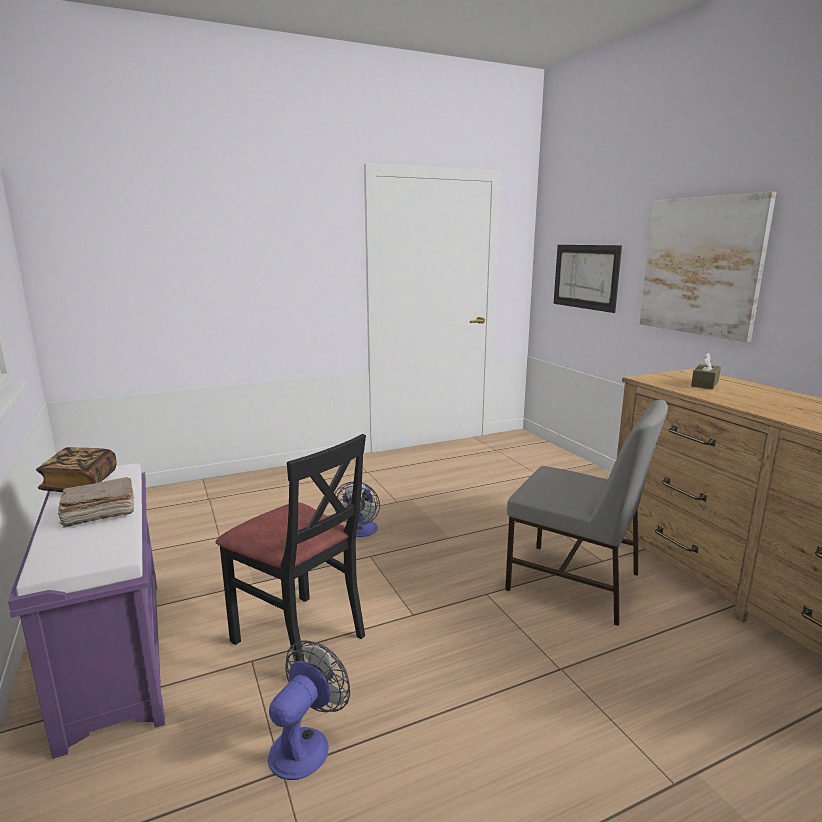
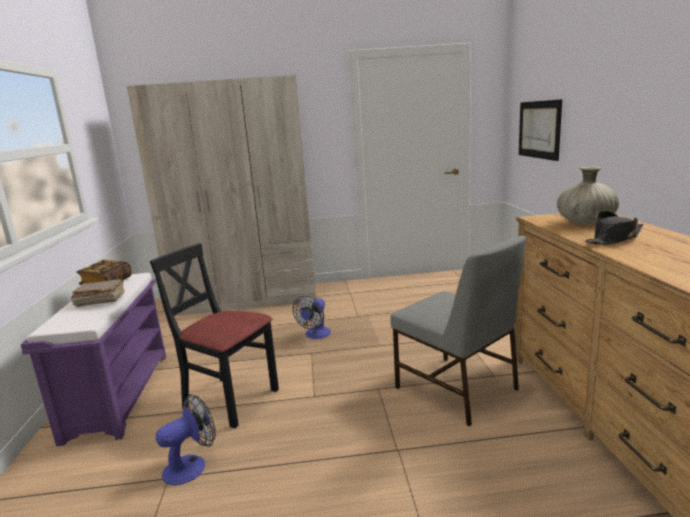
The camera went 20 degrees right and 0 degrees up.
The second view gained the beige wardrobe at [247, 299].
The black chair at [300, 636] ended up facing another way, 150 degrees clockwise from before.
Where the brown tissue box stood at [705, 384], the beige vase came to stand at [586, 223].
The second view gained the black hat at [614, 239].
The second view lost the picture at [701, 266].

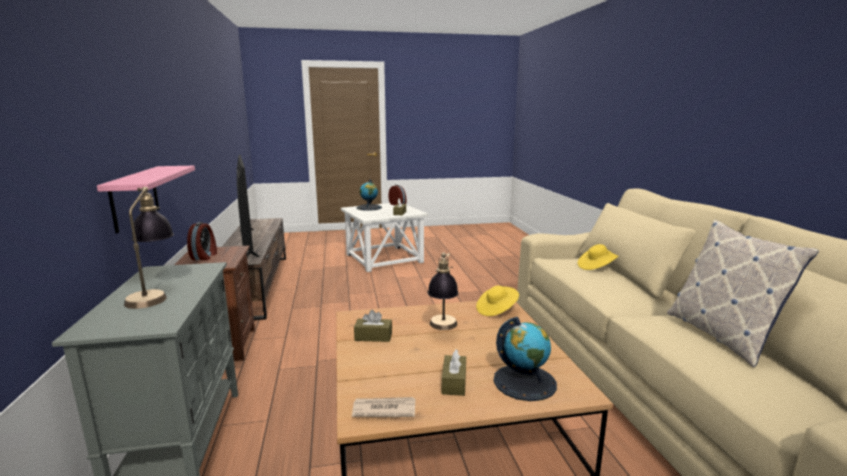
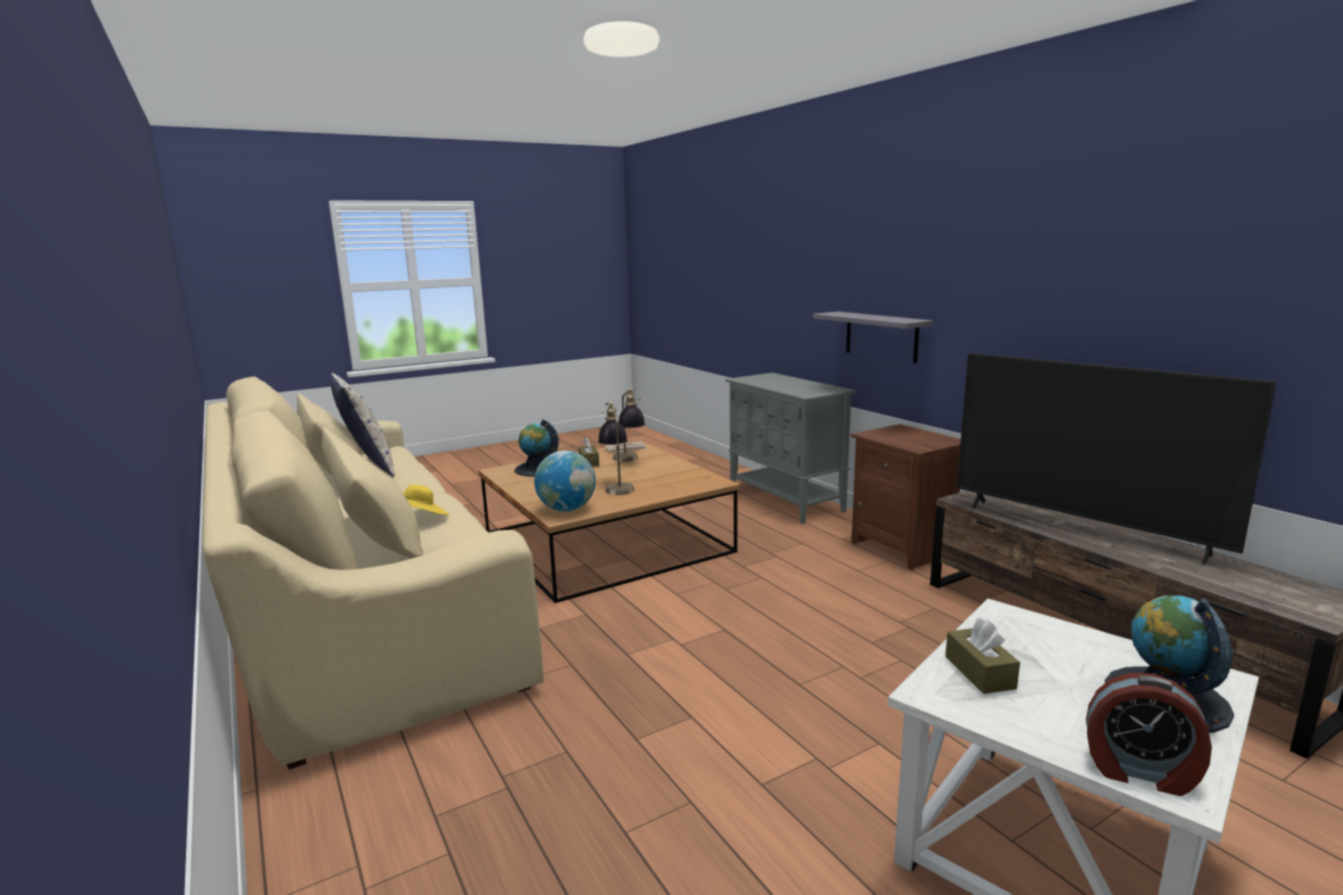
The camera went 160 degrees right and 0 degrees up.
Where the yellow hat stood at [496, 310], the globe came to stand at [567, 509].
The table lamp ended up elsewhere, having gone from [154, 294] to [629, 461].
What was the pink shelf at [135, 197] turned into the grey shelf at [881, 336].
The second view lost the alarm clock at [205, 256].
The second view lost the brown tissue box at [373, 337].

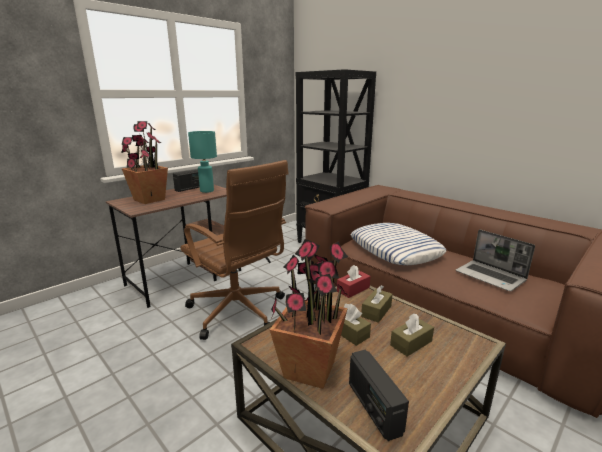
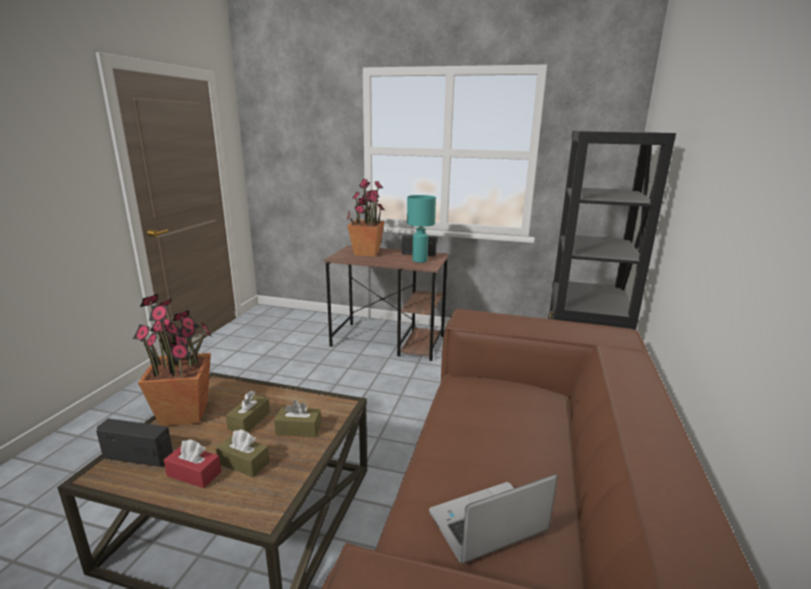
The camera went 60 degrees right and 0 degrees up.
The radio at [373, 407] ended up facing another way, 60 degrees clockwise from before.
The red tissue box ended up elsewhere, having gone from [353, 289] to [194, 474].
The laptop at [491, 276] ended up facing another way, 45 degrees clockwise from before.
The second view lost the brown office chair at [238, 312].
The second view lost the pillow at [395, 250].

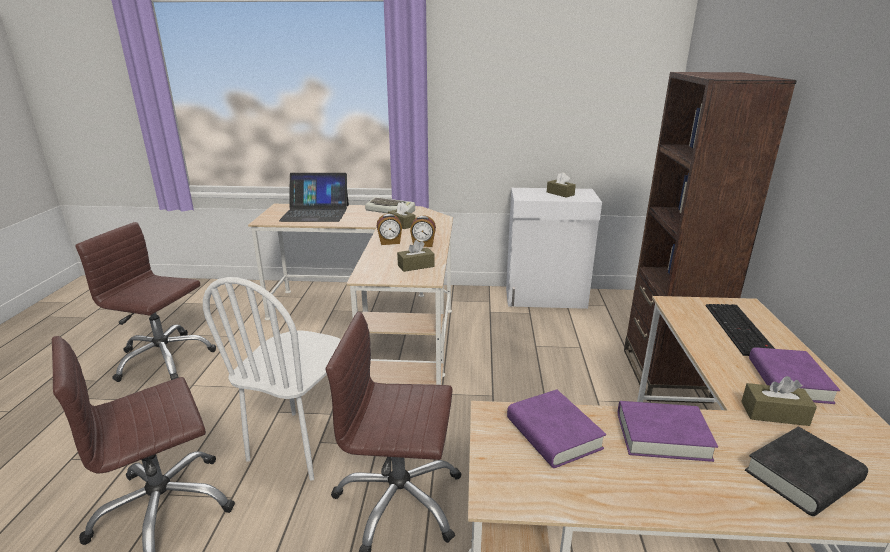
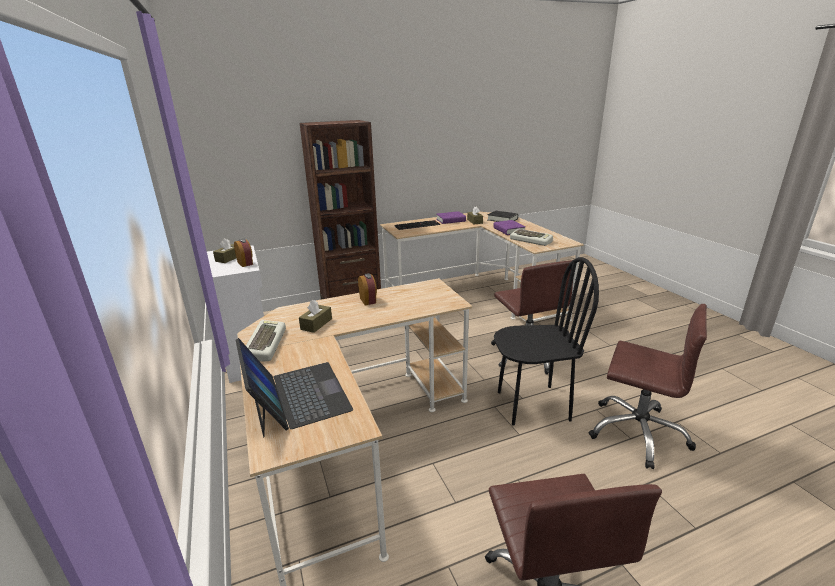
The camera went 115 degrees left and 0 degrees up.
The alarm clock ended up elsewhere, having gone from [390, 242] to [245, 263].
What was the white chair at [301, 444] turned into the black chair at [532, 405].
Where the purple book stood at [553, 434], the keyboard came to stand at [531, 240].
The second view lost the brown tissue box at [416, 266].

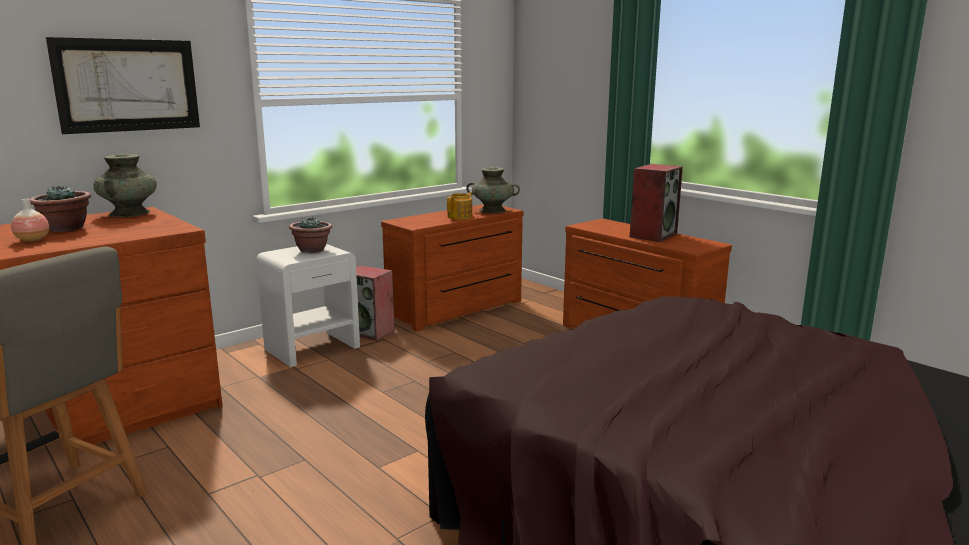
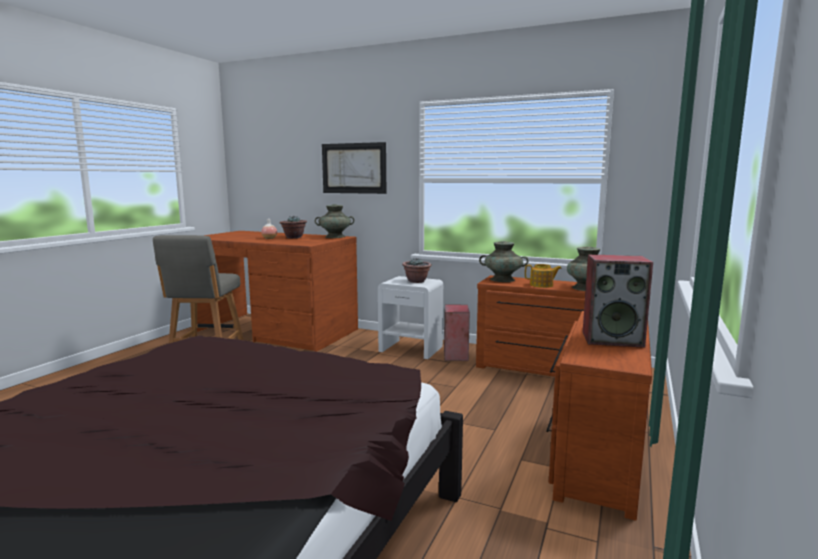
The camera went 65 degrees right and 5 degrees down.
The second view gained the turquoise vase at [503, 279].

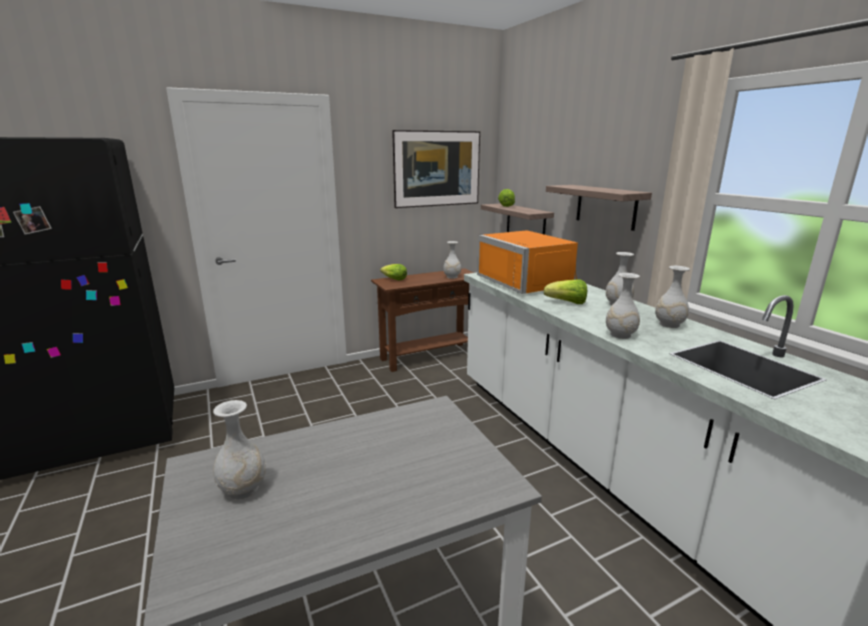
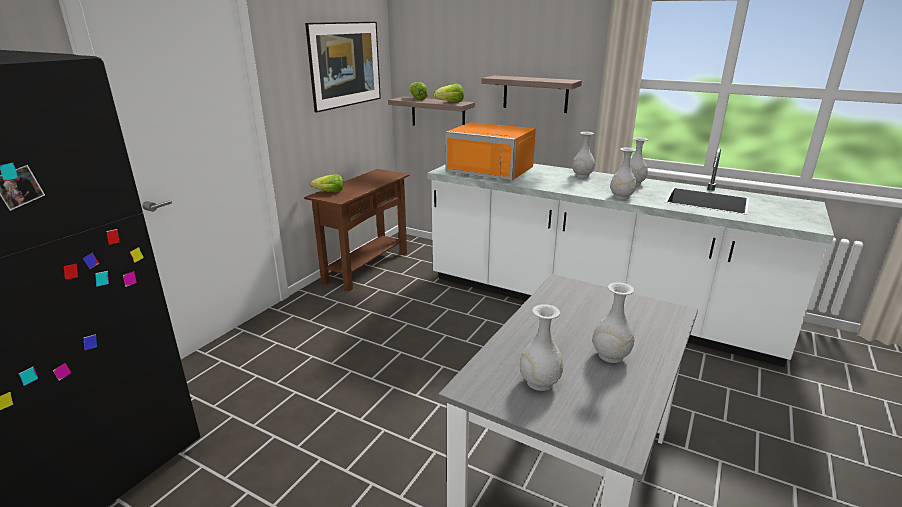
The camera went 35 degrees left and 5 degrees up.
The lettuce ended up elsewhere, having gone from [567, 303] to [450, 102].
The white vase ended up elsewhere, having gone from [451, 277] to [610, 356].

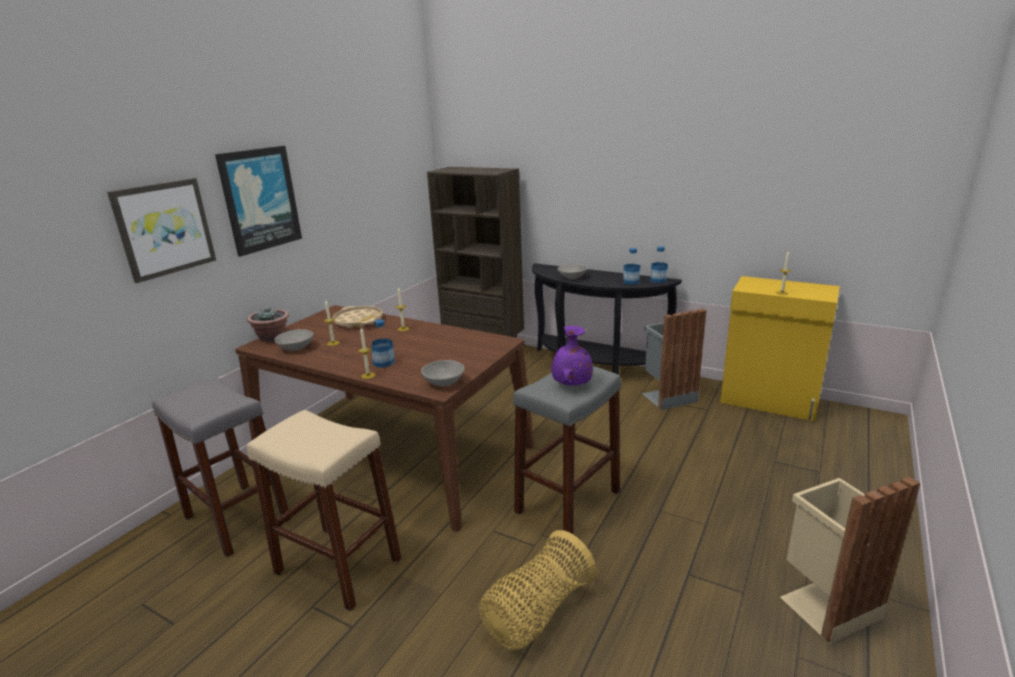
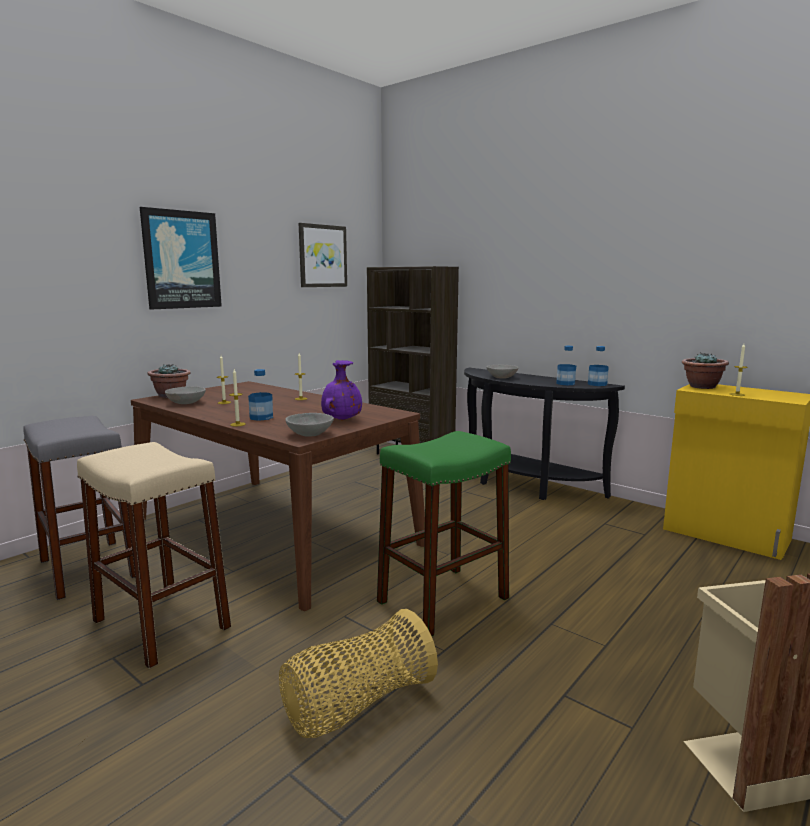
The camera went 10 degrees right and 10 degrees down.
The picture ended up elsewhere, having gone from [164, 228] to [322, 256].
The purple vase ended up elsewhere, having gone from [571, 384] to [341, 420].
What was the grey stool at [568, 501] turned into the green stool at [443, 600].
The second view gained the potted plant at [702, 387].
The second view lost the beige tray at [358, 321].
The second view lost the grey trash can at [667, 396].

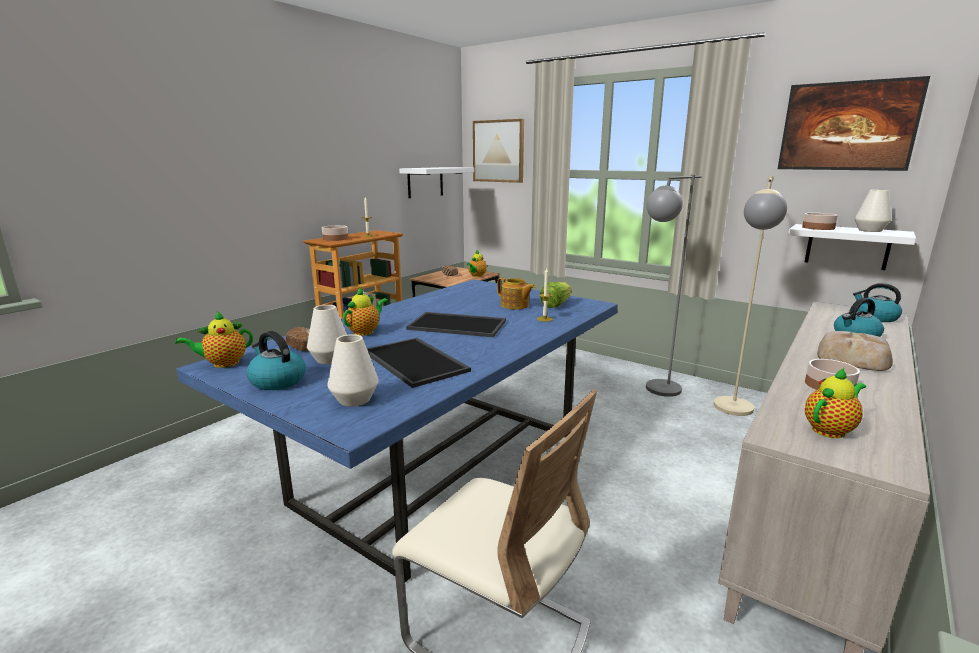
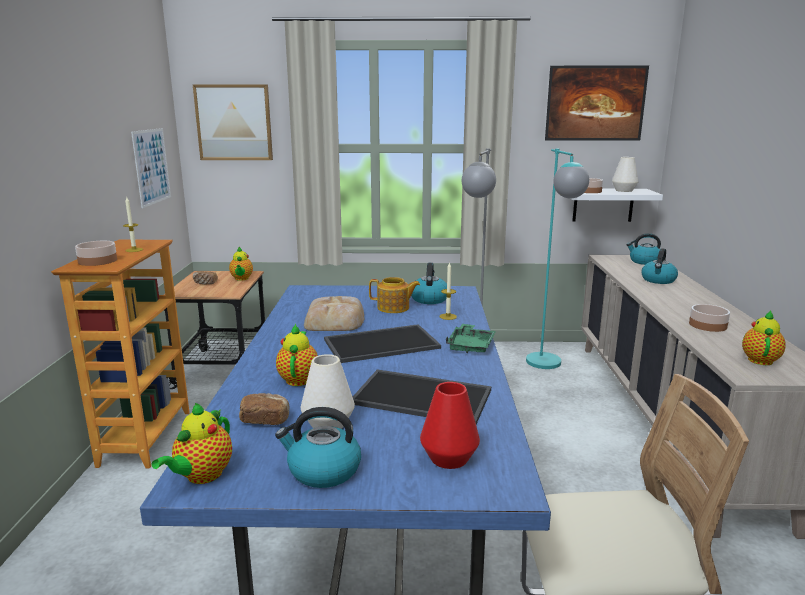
The camera went 35 degrees left and 0 degrees up.
Where the white shelf hung at [425, 182], the picture came to hang at [152, 166].
The bread ended up elsewhere, having gone from [853, 357] to [335, 320].
Where the lettuce stood at [556, 305], the kettle came to stand at [429, 299].
What was the white vase at [355, 399] turned into the red vase at [449, 458].
The second view gained the green tray at [470, 346].
What was the beige floor lamp at [732, 413] turned into the turquoise floor lamp at [548, 367].

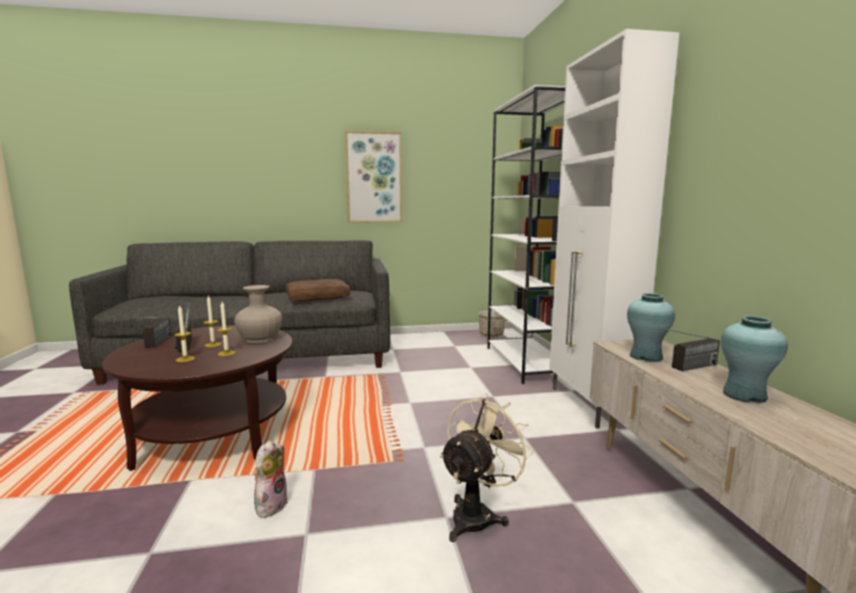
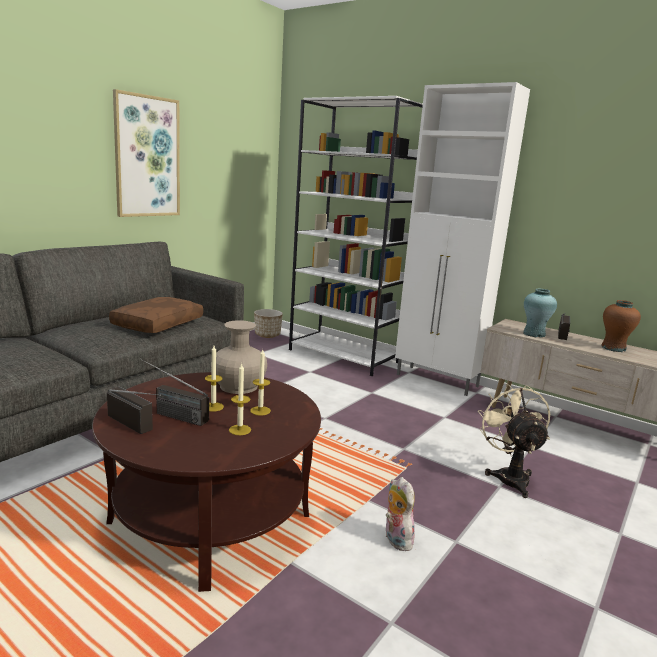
The camera went 45 degrees left and 5 degrees up.
What was the turquoise vase at [745, 395] turned into the brown vase at [613, 348].

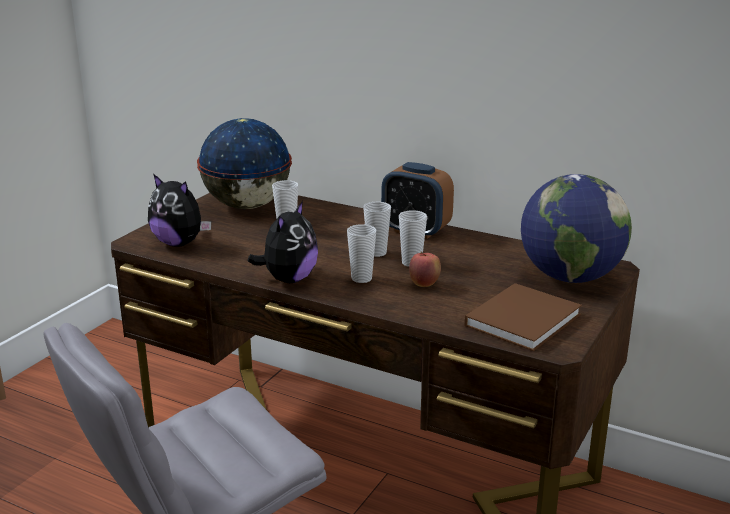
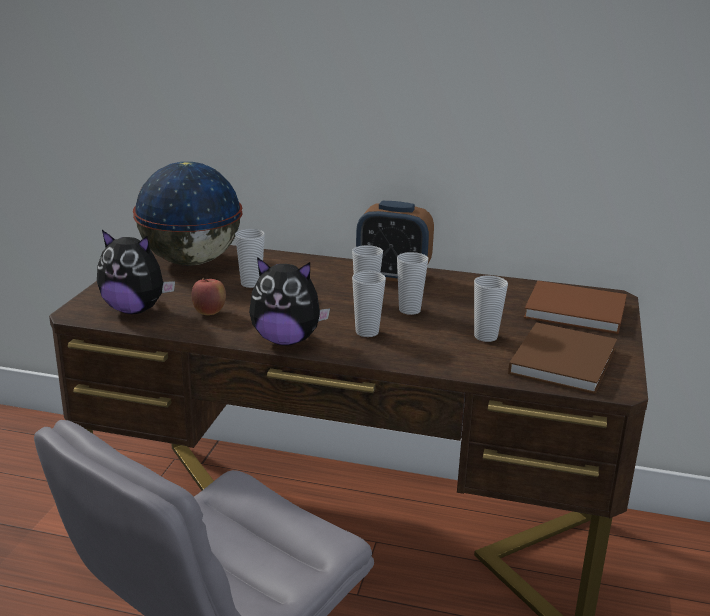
The camera went 15 degrees left and 0 degrees up.
The apple ended up elsewhere, having gone from [424, 284] to [209, 313].
The plush toy at [288, 279] ended up facing another way, 90 degrees clockwise from before.
The second view gained the cup at [485, 337].
Where the globe stood at [570, 277], the brown book came to stand at [578, 311].

